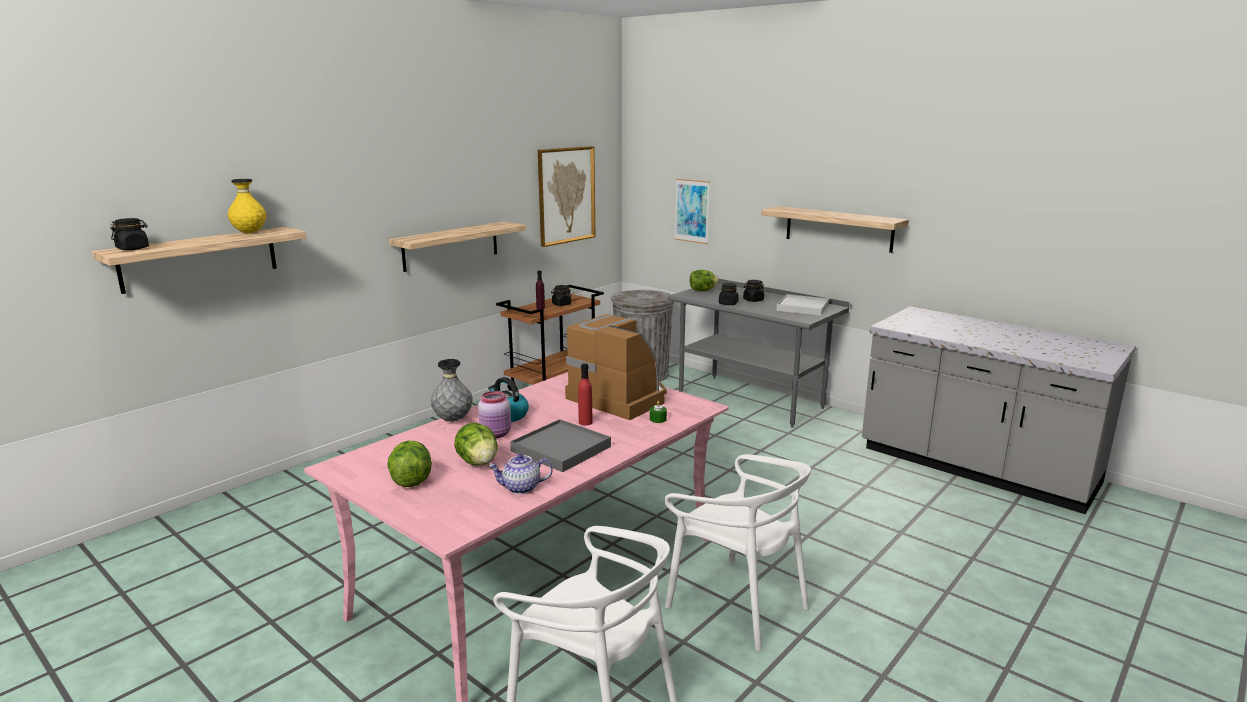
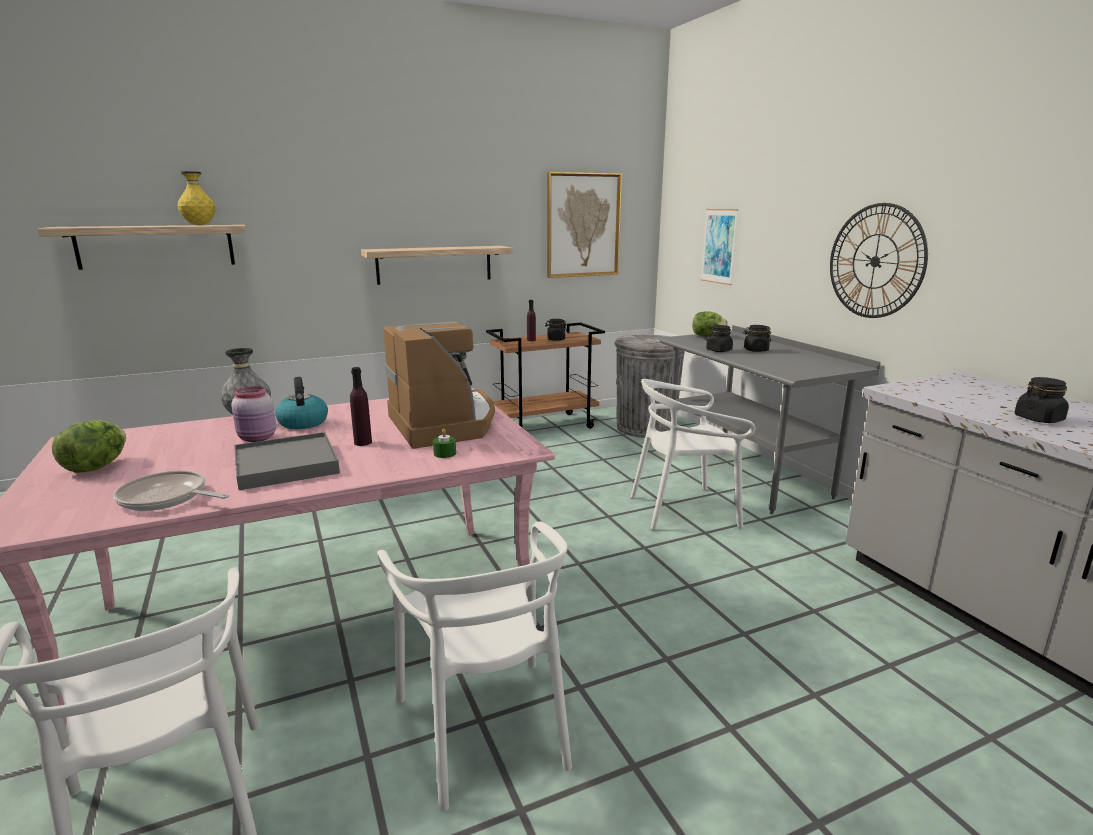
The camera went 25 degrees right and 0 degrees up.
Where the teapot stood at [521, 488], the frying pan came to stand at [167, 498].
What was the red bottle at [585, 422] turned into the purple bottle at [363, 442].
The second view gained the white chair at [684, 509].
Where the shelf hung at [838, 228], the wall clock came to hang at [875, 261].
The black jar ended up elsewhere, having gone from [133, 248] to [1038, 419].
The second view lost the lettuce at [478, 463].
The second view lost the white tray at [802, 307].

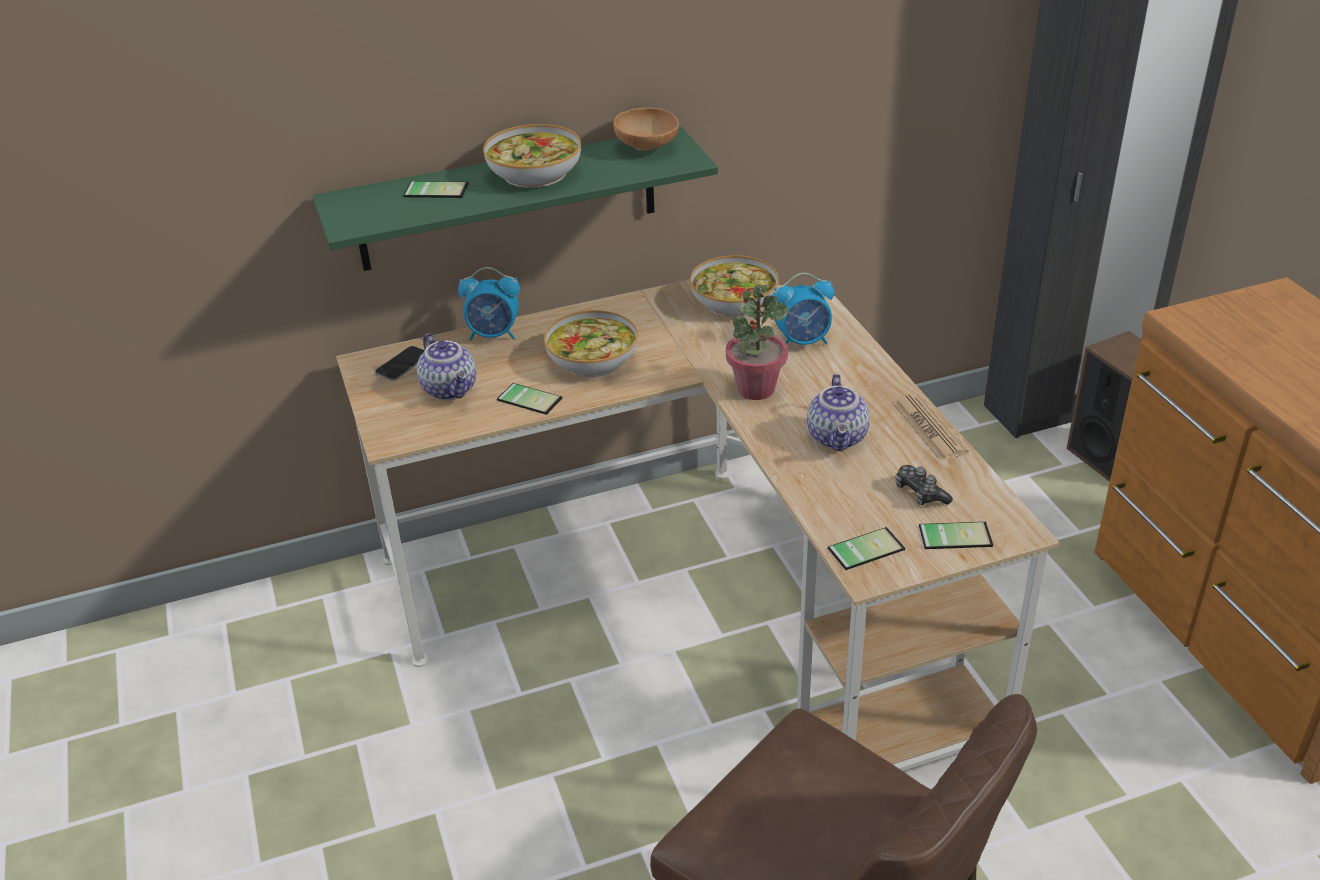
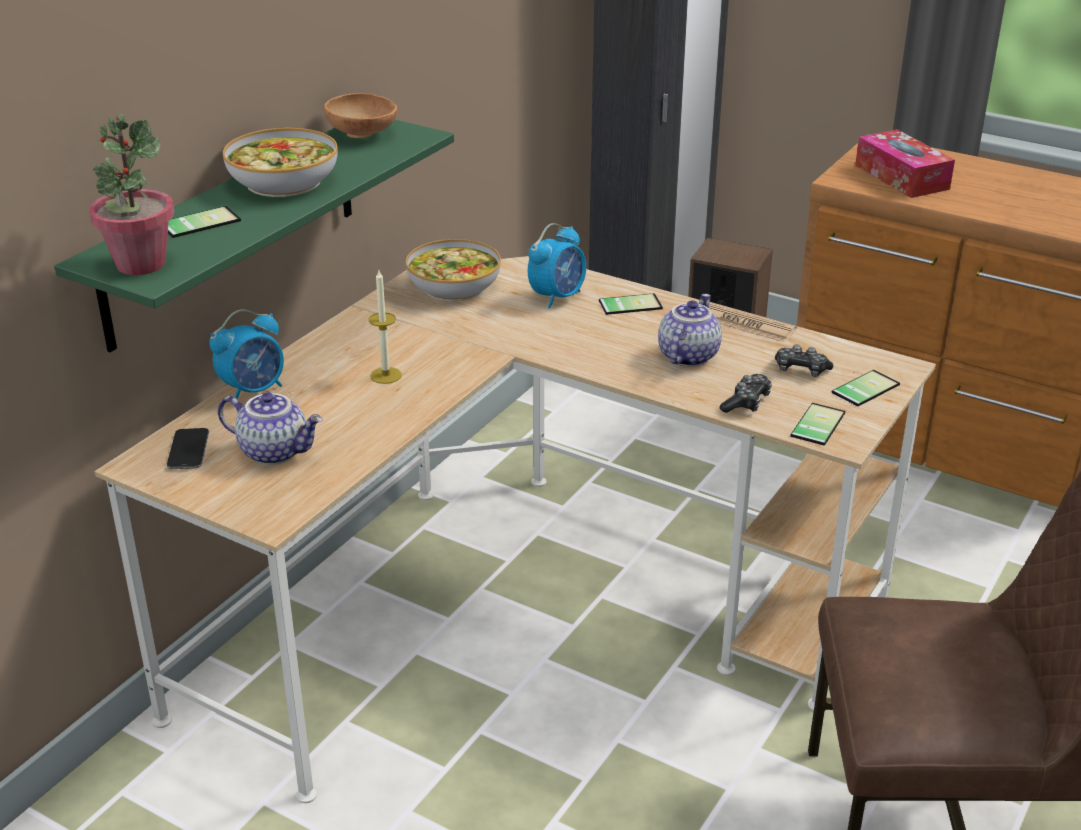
The camera went 40 degrees left and 5 degrees down.
The potted plant ended up elsewhere, having gone from [756, 389] to [140, 264].
Where the bowl stood at [592, 359], the candle came to stand at [386, 375].
The phone ended up elsewhere, having gone from [531, 397] to [629, 303].
The teapot at [838, 438] ended up facing another way, 120 degrees counterclockwise from before.
The second view gained the game controller at [746, 402].
The second view gained the tissue box at [901, 177].

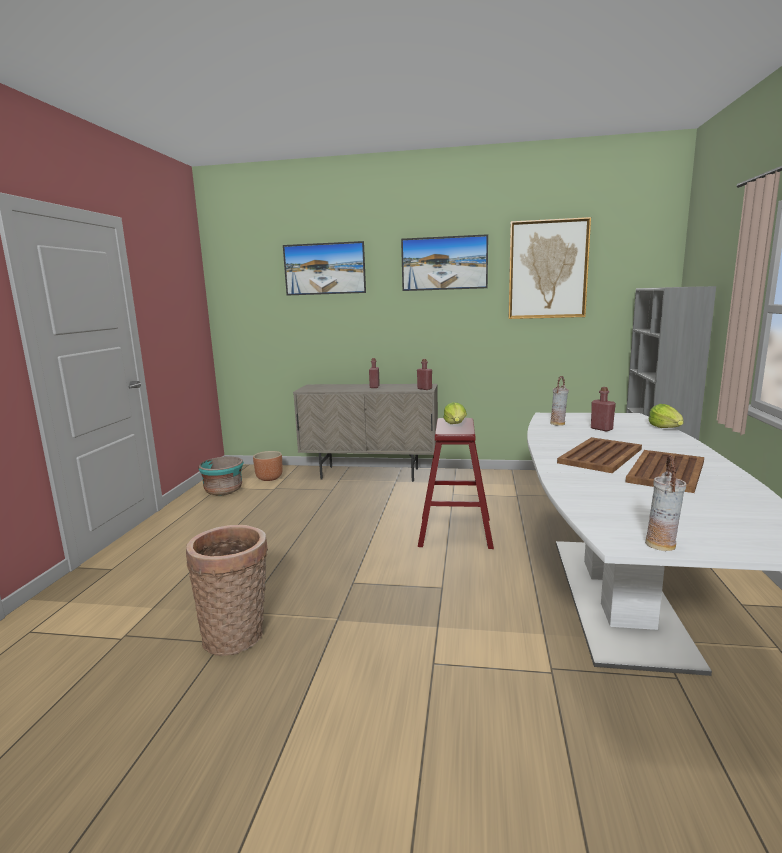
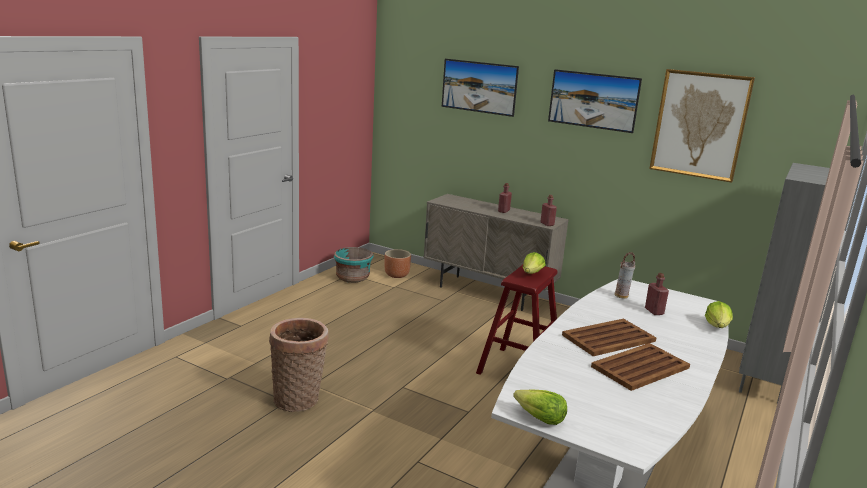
The camera went 20 degrees right and 5 degrees up.
Where the vase stood at [662, 545], the lettuce came to stand at [539, 418].

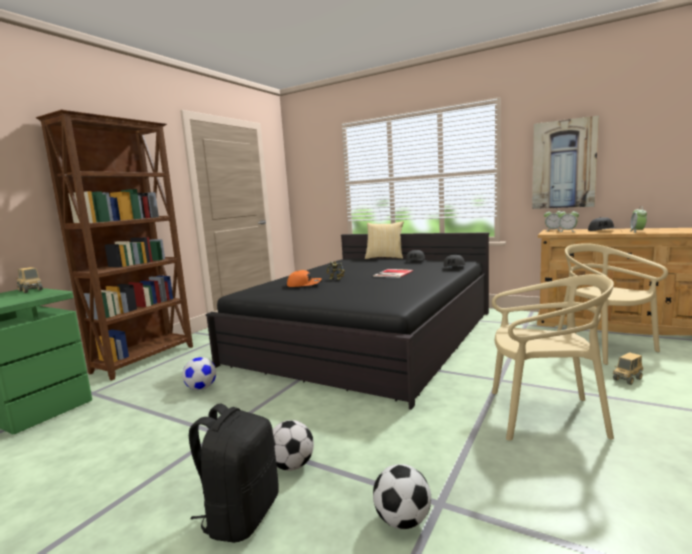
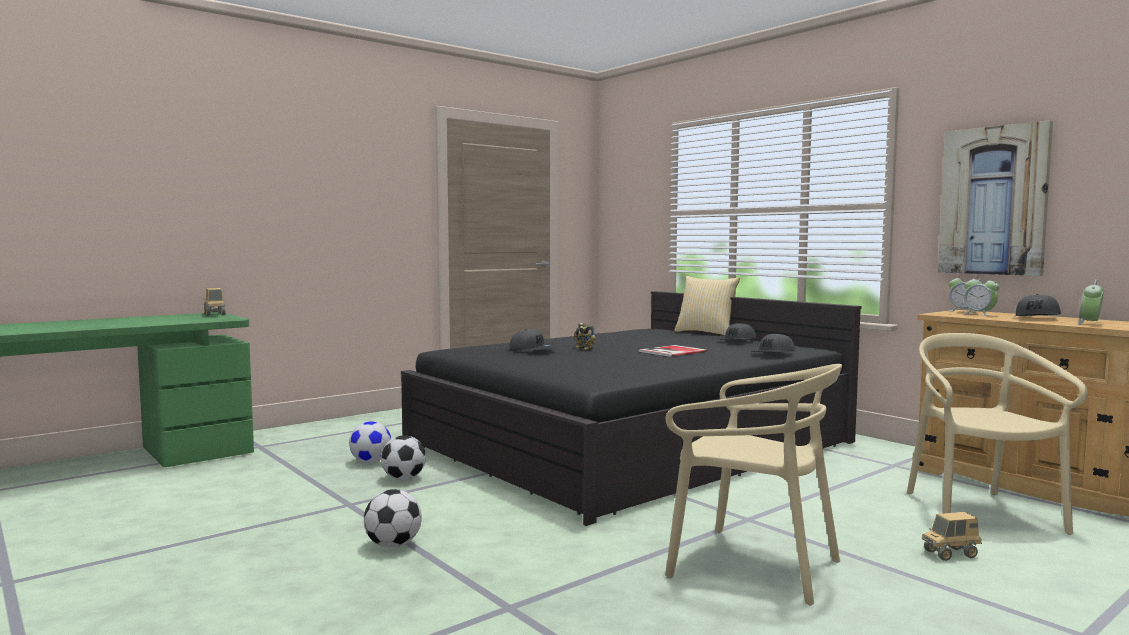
The camera went 20 degrees right and 5 degrees down.
The football ended up elsewhere, having gone from [402, 520] to [403, 479].
What was the orange cap at [304, 284] turned into the grey cap at [533, 349].
The second view lost the brown bookcase at [145, 359].
The second view lost the black backpack at [241, 515].

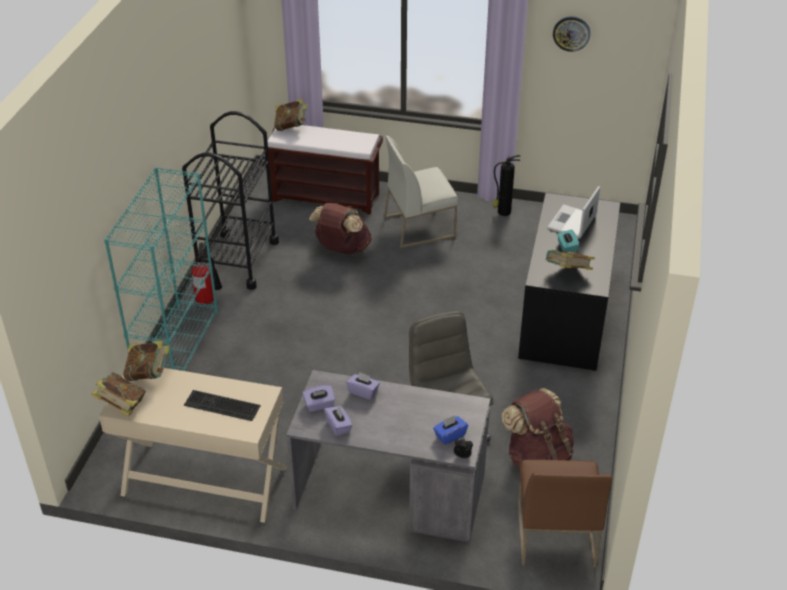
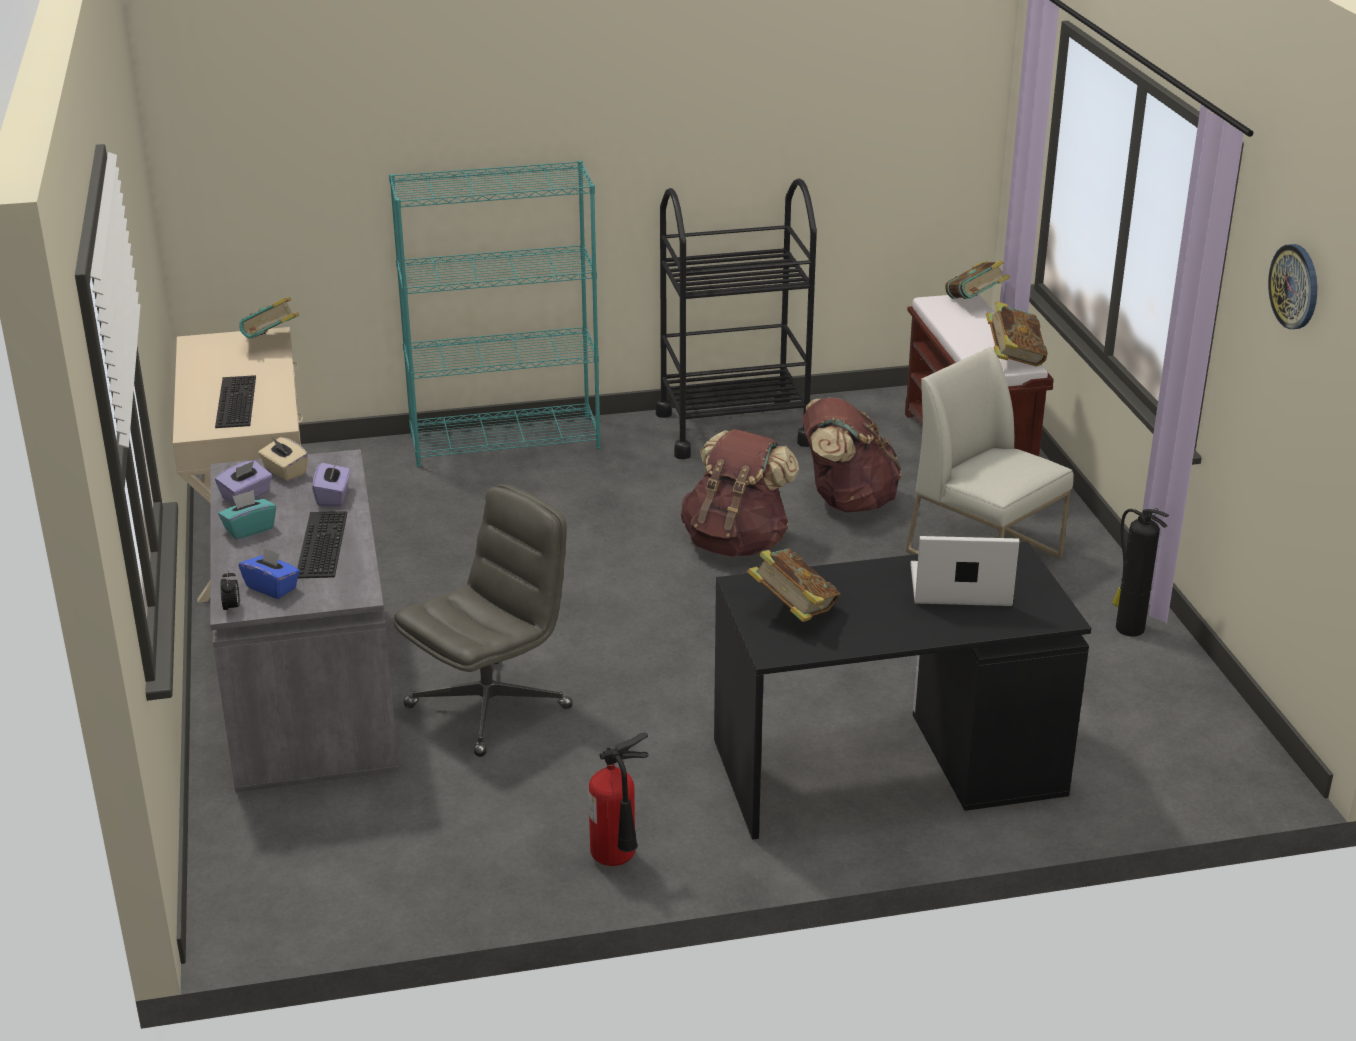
The camera went 65 degrees right and 10 degrees down.
The turquoise tissue box ended up elsewhere, having gone from [567, 248] to [249, 529].
What was the purple tissue box at [319, 405] turned into the beige tissue box at [284, 472].
The second view gained the keyboard at [319, 544].
The fire extinguisher ended up elsewhere, having gone from [208, 300] to [618, 860].
The brown backpack ended up elsewhere, having gone from [537, 456] to [736, 543].
The book ended up elsewhere, having gone from [122, 406] to [1013, 358].
The second view lost the brown chair at [555, 533].

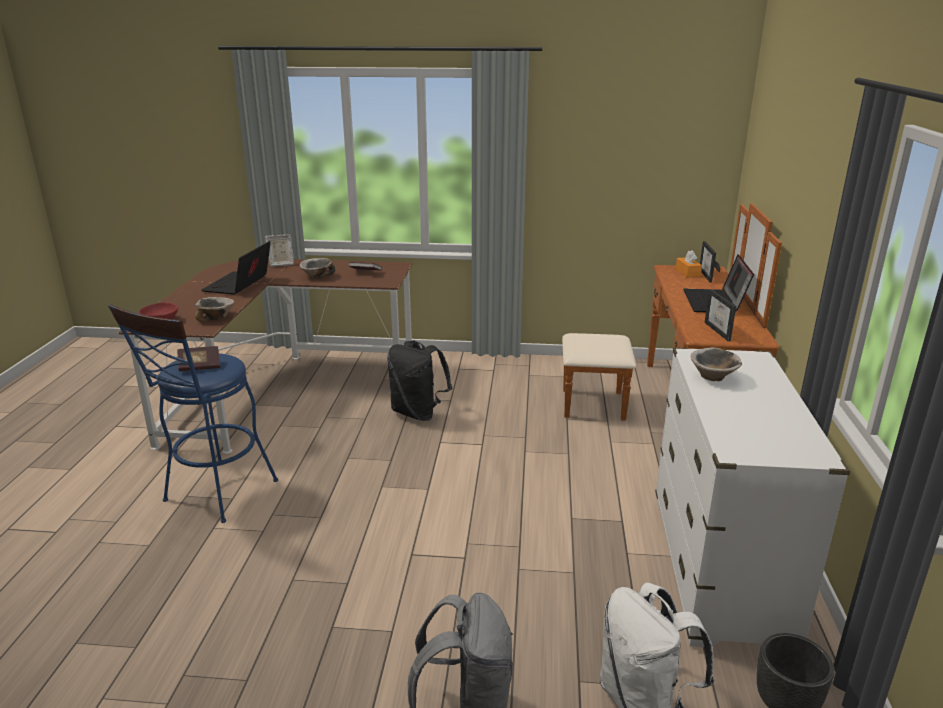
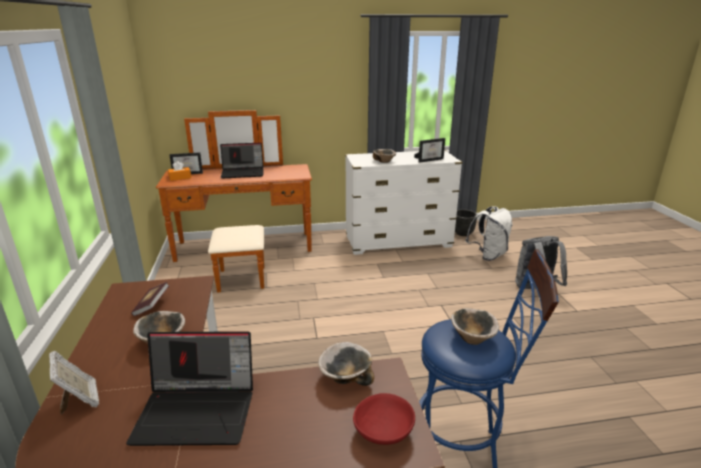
The camera went 105 degrees left and 0 degrees up.
The picture frame ended up elsewhere, having gone from [722, 331] to [429, 160].
Where the book stood at [200, 367], the bowl came to stand at [472, 338].
The second view lost the black backpack at [418, 413].

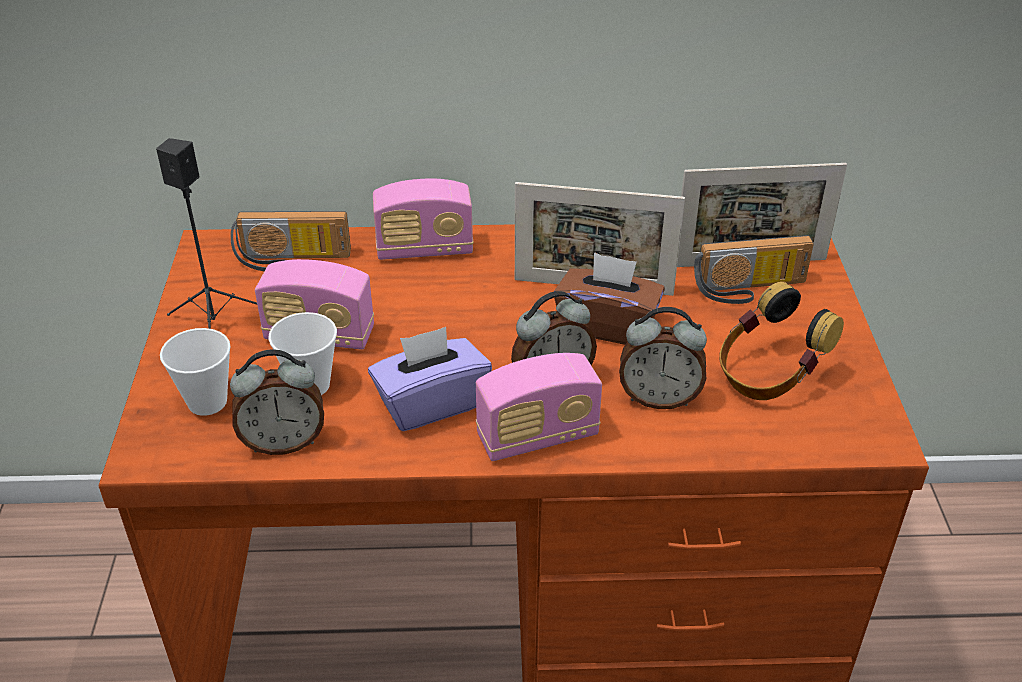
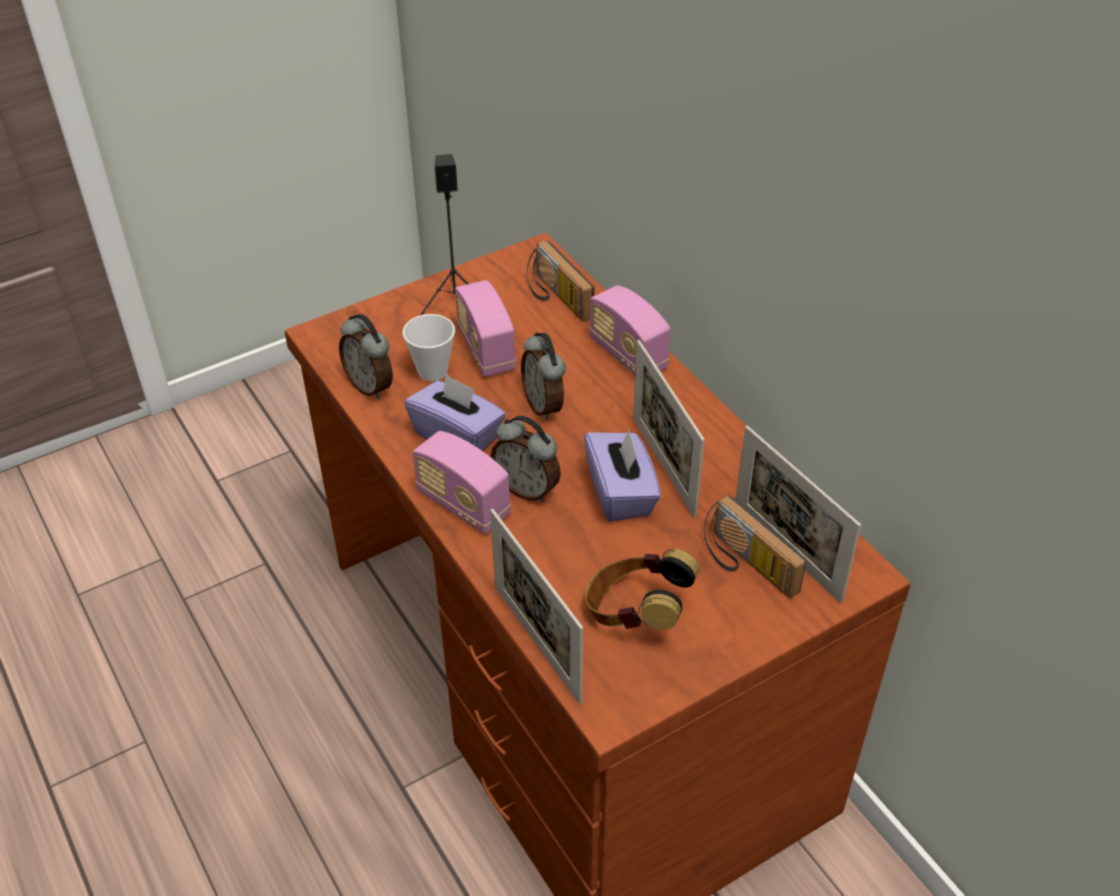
The camera went 60 degrees right and 5 degrees up.
The second view gained the picture frame at [537, 643].
The alarm clock ended up elsewhere, having gone from [659, 398] to [544, 405].
What was the brown tissue box at [607, 325] turned into the purple tissue box at [621, 493].
The second view lost the cup at [207, 402].

